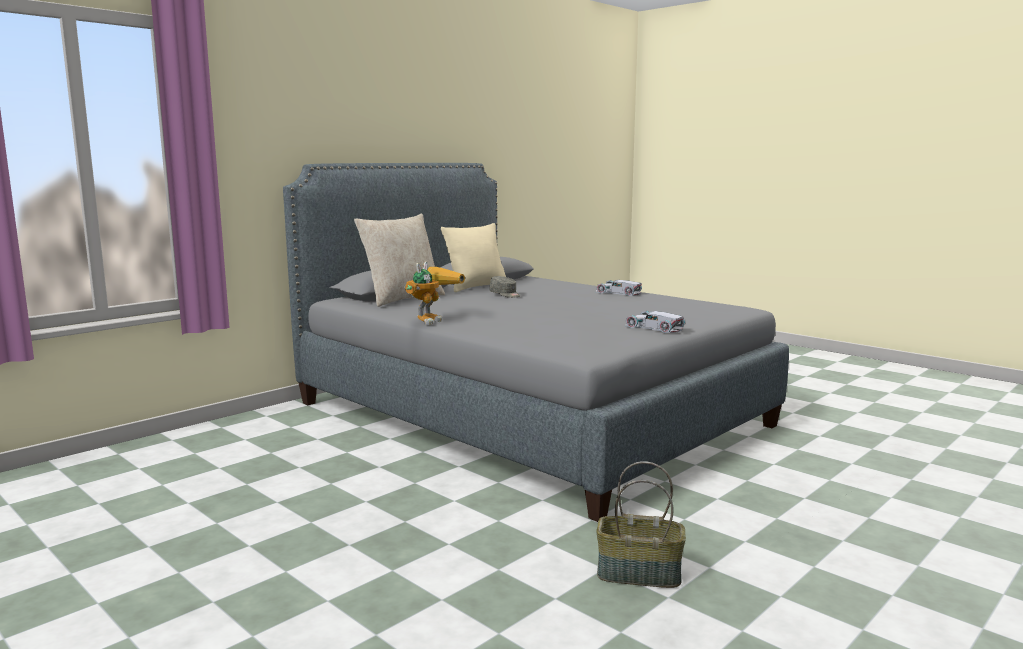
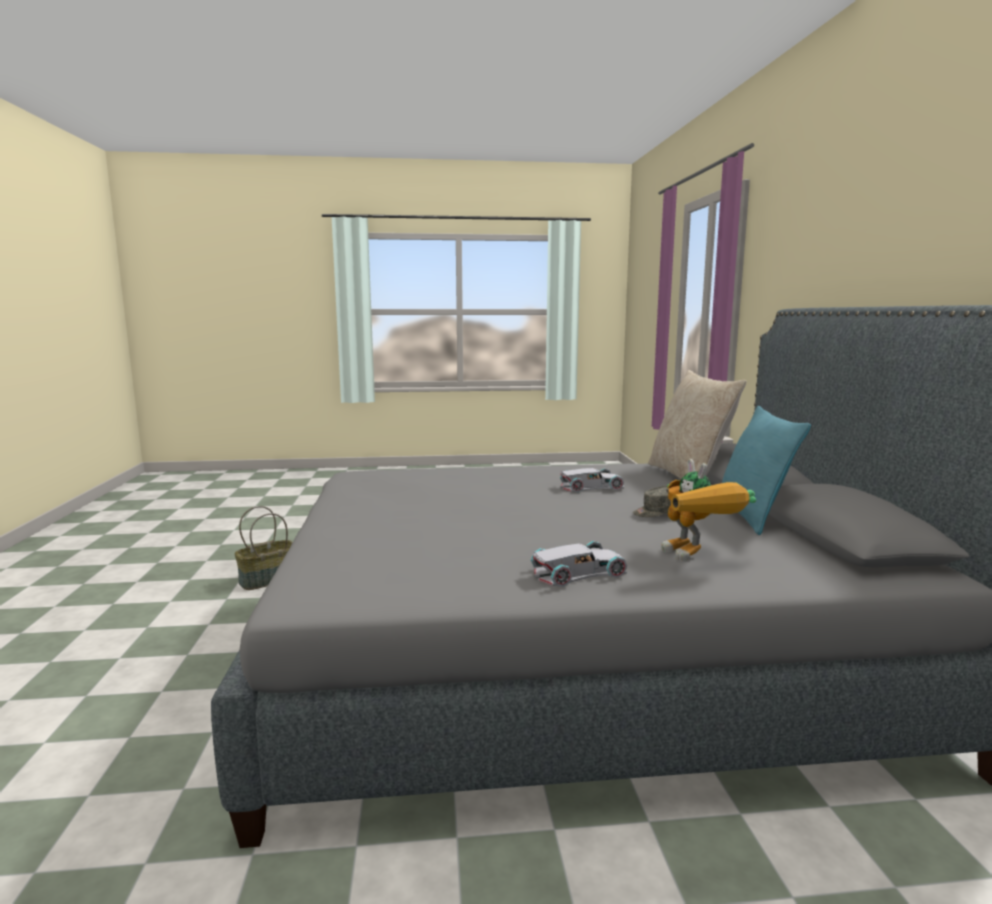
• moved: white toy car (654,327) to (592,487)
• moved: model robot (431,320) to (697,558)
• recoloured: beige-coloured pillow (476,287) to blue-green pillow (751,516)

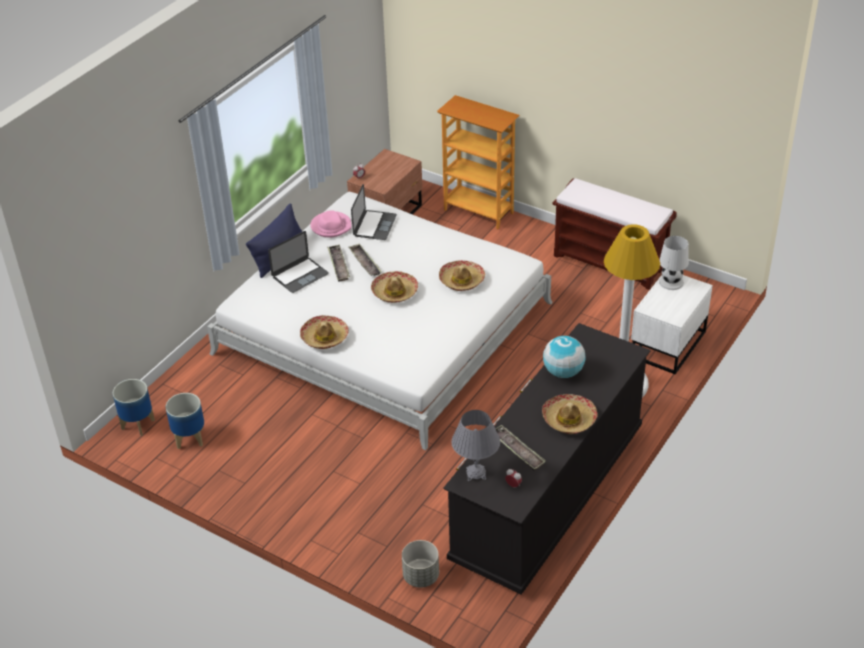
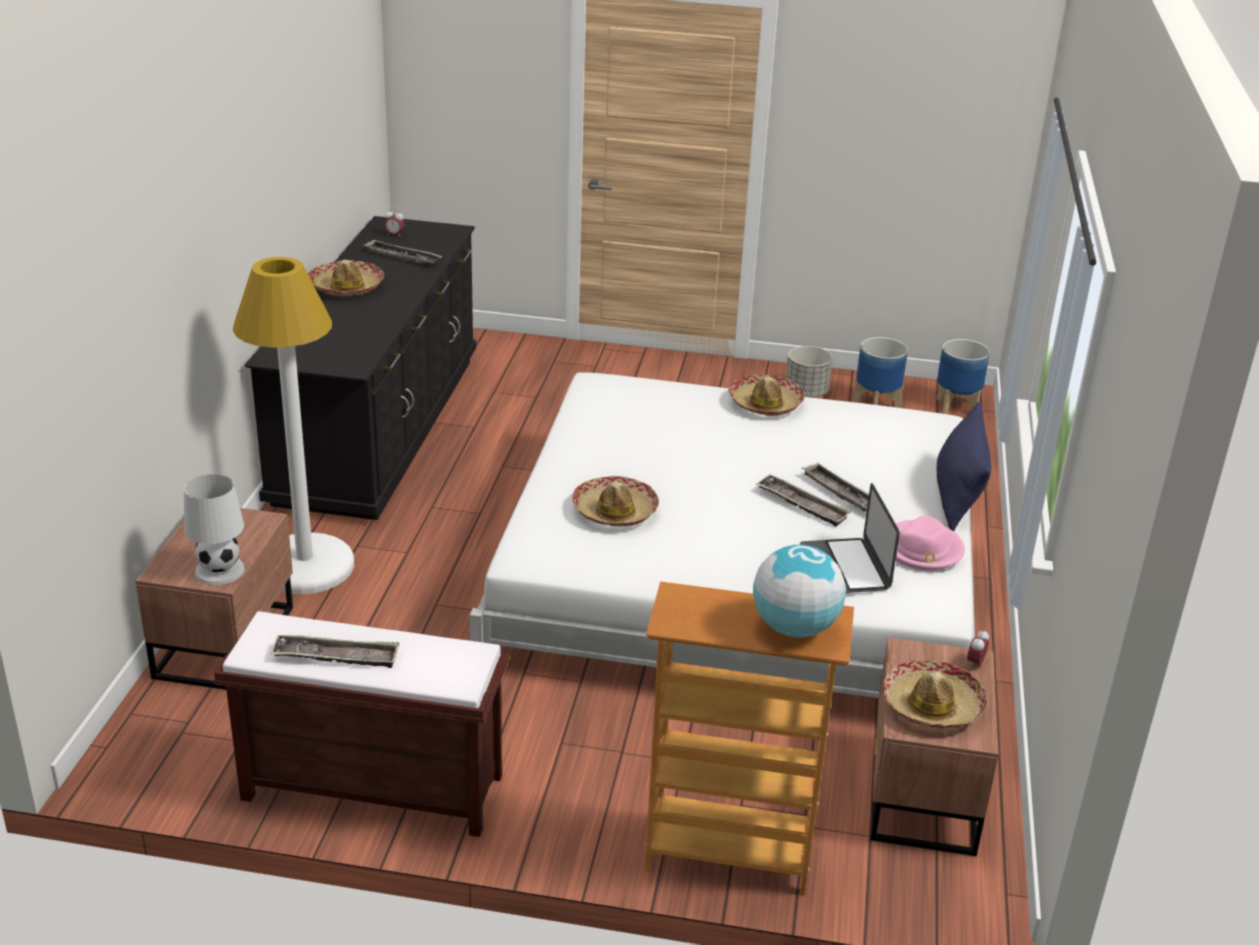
• recoloured: white bedside table (666,344) to brown-coloured bedside table (228,641)
• added: serving tray (336,657)
• moved: globe (563,372) to (794,628)
• moved: greyish flower pot (421,576) to (806,393)
• moved: wearable hat (394,292) to (932,705)
• removed: portable computer (300,275)
• removed: greyish table lamp (476,473)

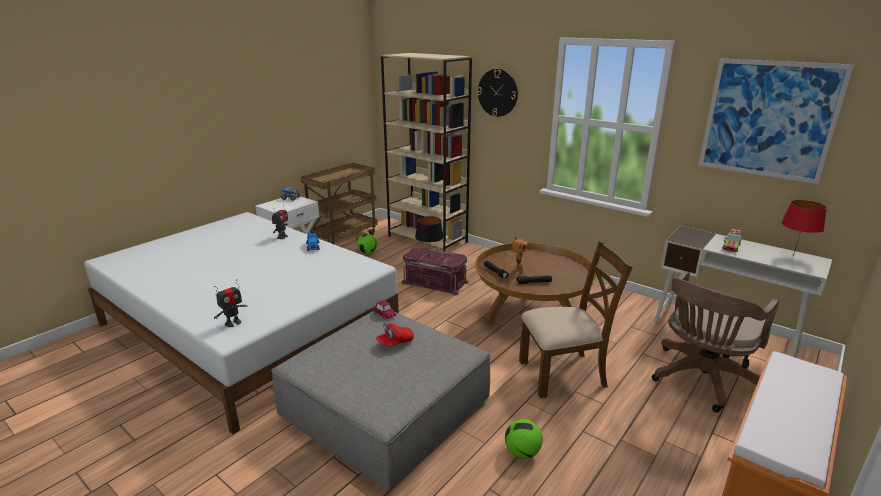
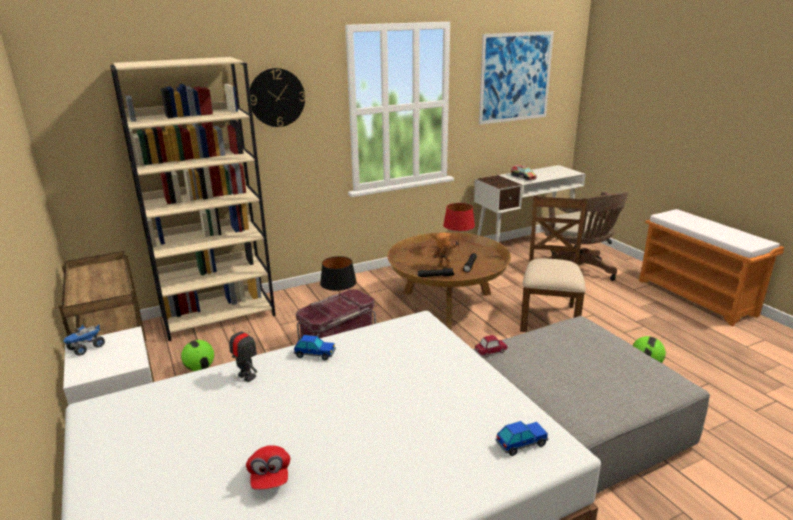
• moved: reddish cap (395,342) to (270,477)
• moved: reddish table lamp (792,255) to (458,251)
• replaced: model robot (233,323) to toy car (521,444)

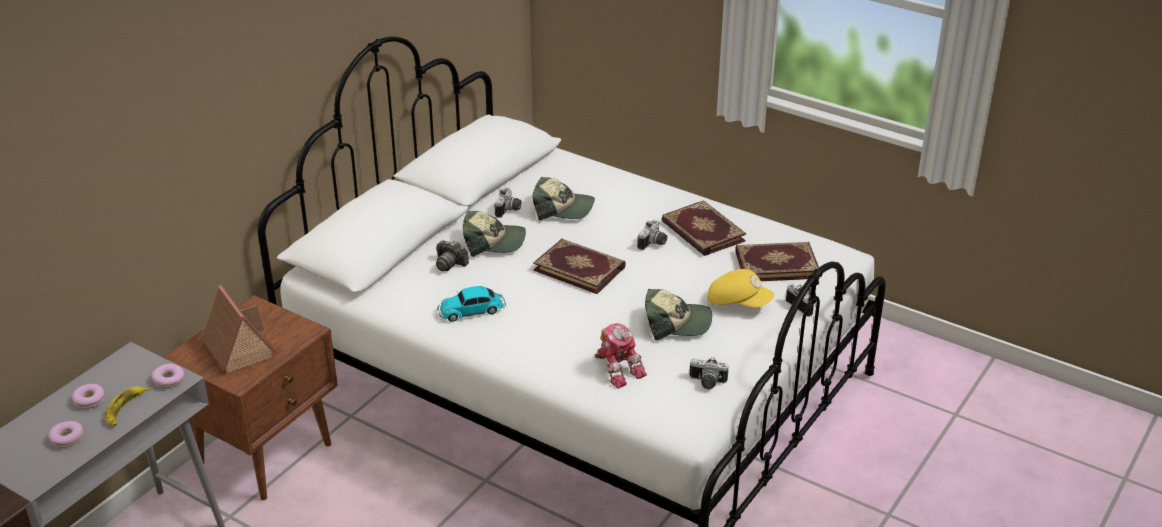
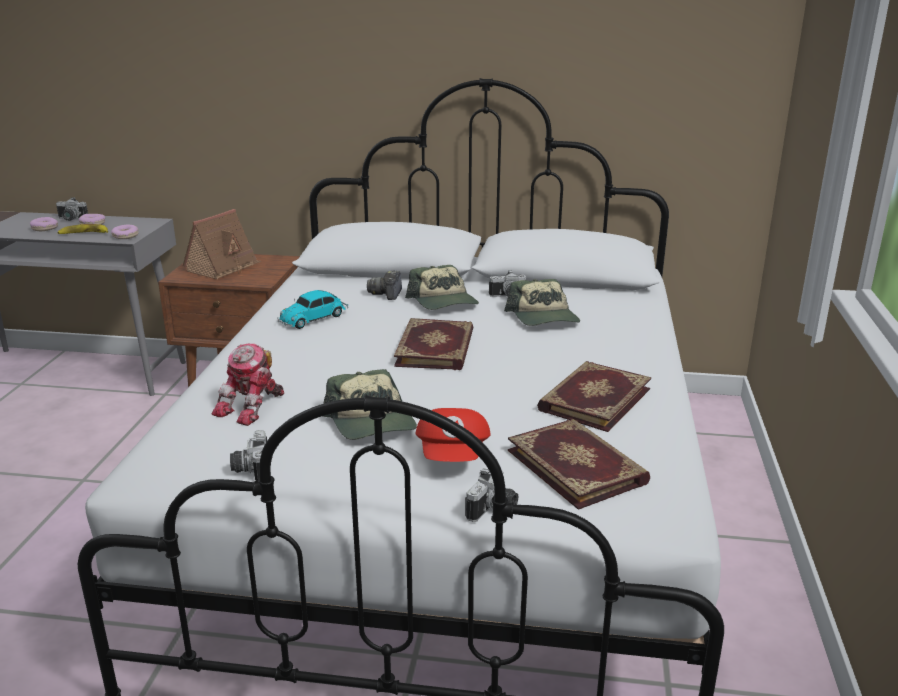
• moved: still camera (653,244) to (70,219)
• turned: toy car (473,310) = (314,318) 90 degrees counterclockwise
• recoloured: yellow cap (738,302) to reddish cap (454,455)

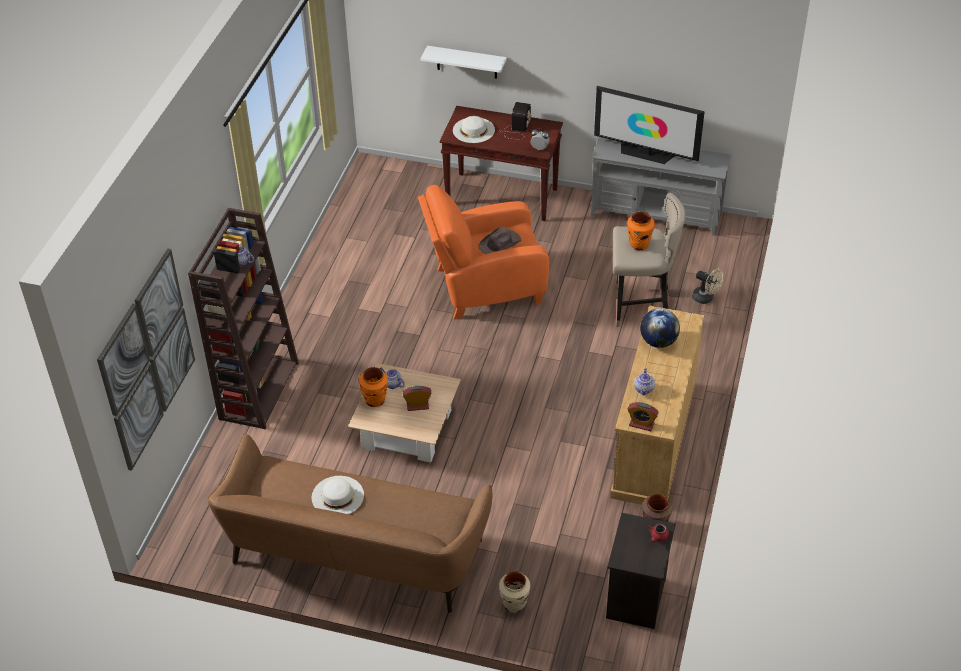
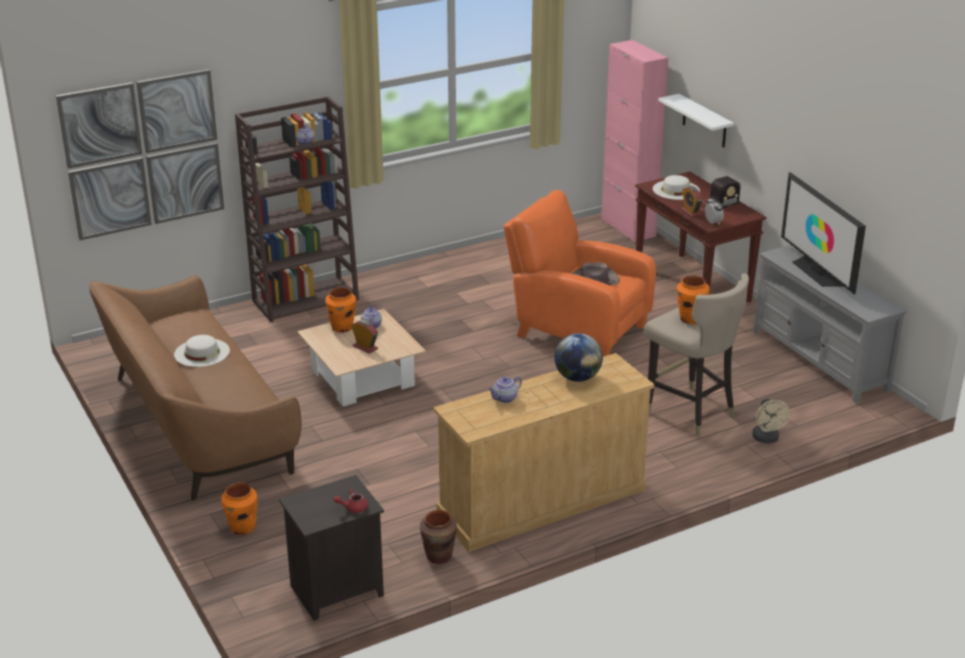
• recoloured: beige-coloured vase (514,604) to orange vase (242,528)
• added: pink cupboard (628,228)
• moved: bedside clock (641,424) to (691,212)

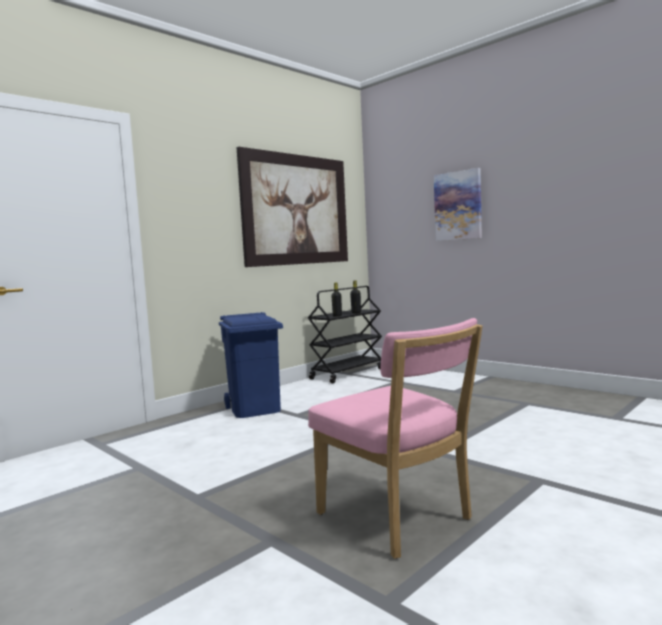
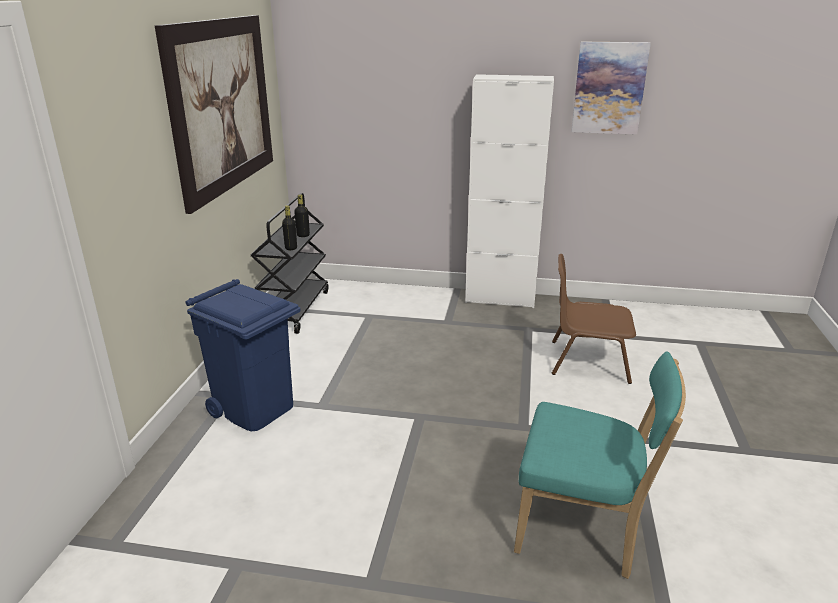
• added: white cupboard (500,298)
• recoloured: pink upright chair (398,519) to blue-green upright chair (583,530)
• added: brown-coloured upright chair (587,361)
• moved: picture (458,206) to (609,88)

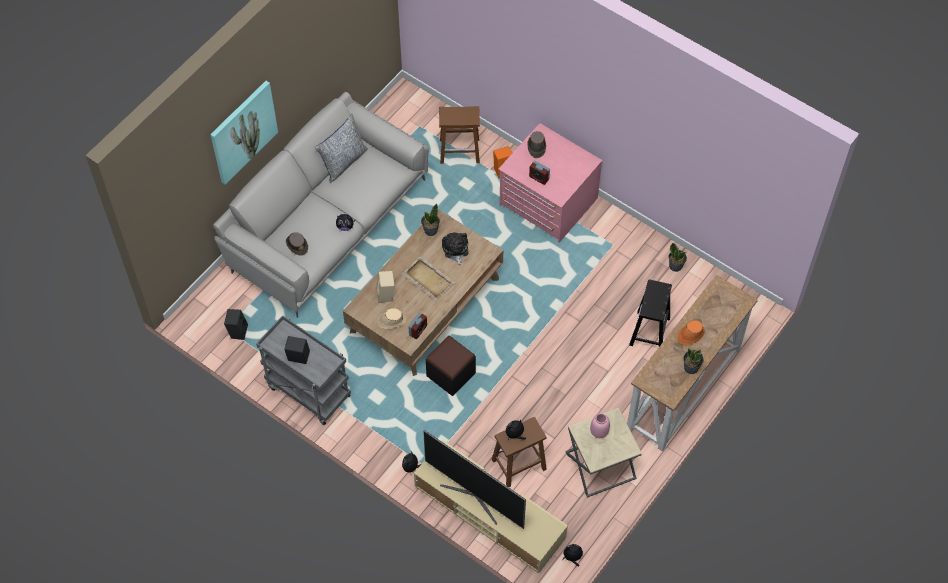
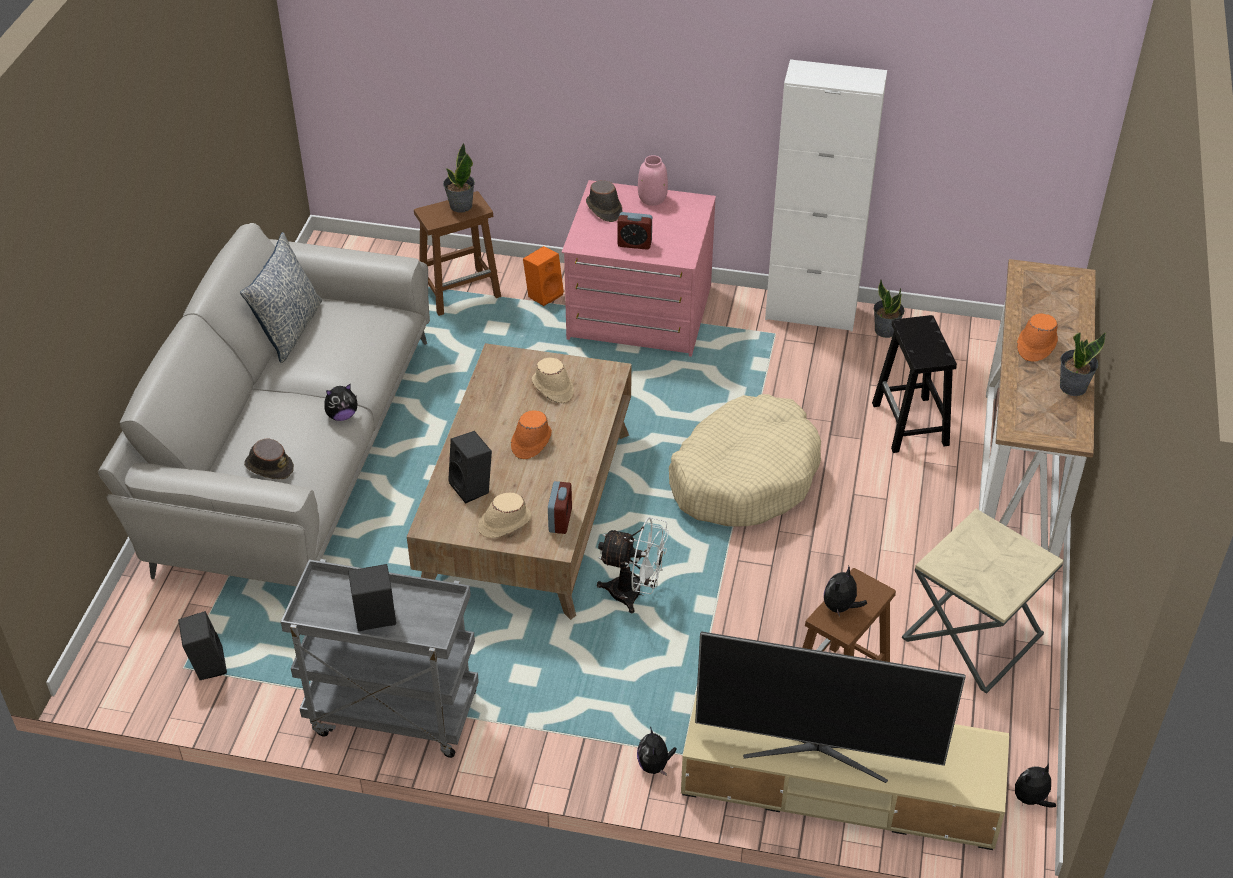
• moved: potted plant (430,230) to (460,206)
• recoloured: beige-coloured speaker (386,295) to blackish speaker (473,487)
• replaced: beige-coloured serving tray (427,279) to orange wearable hat (530,441)
• replaced: cuddly toy (455,250) to beige-coloured wearable hat (552,388)
• replaced: blackish ottoman (451,374) to white cooling fan (634,594)
• moved: pink vase (599,431) to (652,199)
• added: beige-coloured pet bed (744,476)
• added: white cupboard (811,313)
• removed: picture (242,131)

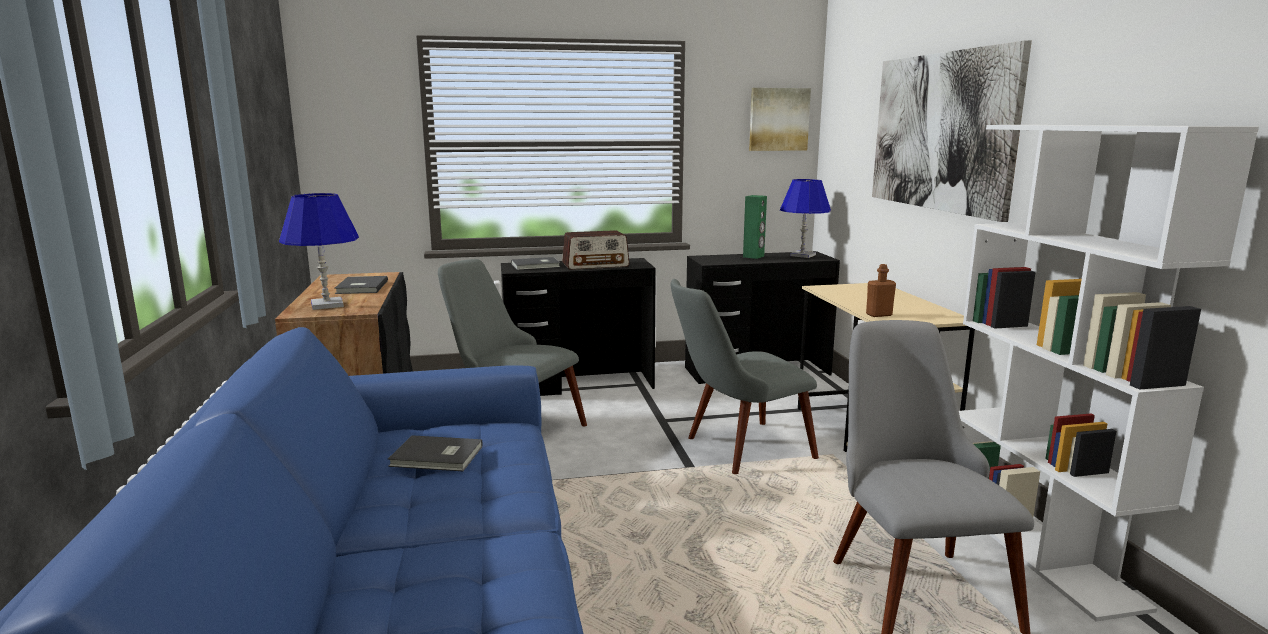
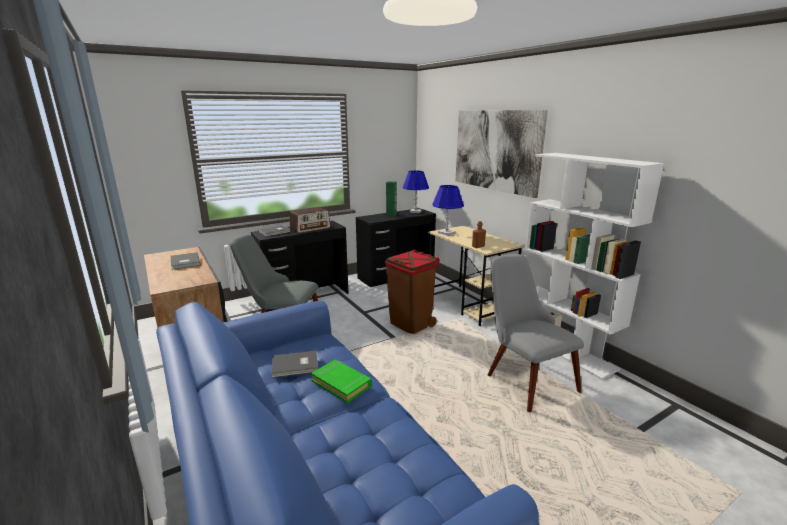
• added: green-coloured bound book (341,384)
• replaced: greyish upright chair (736,450) to brown-coloured waste bin (411,323)
• moved: bluish table lamp (327,305) to (446,233)
• removed: picture (778,119)

